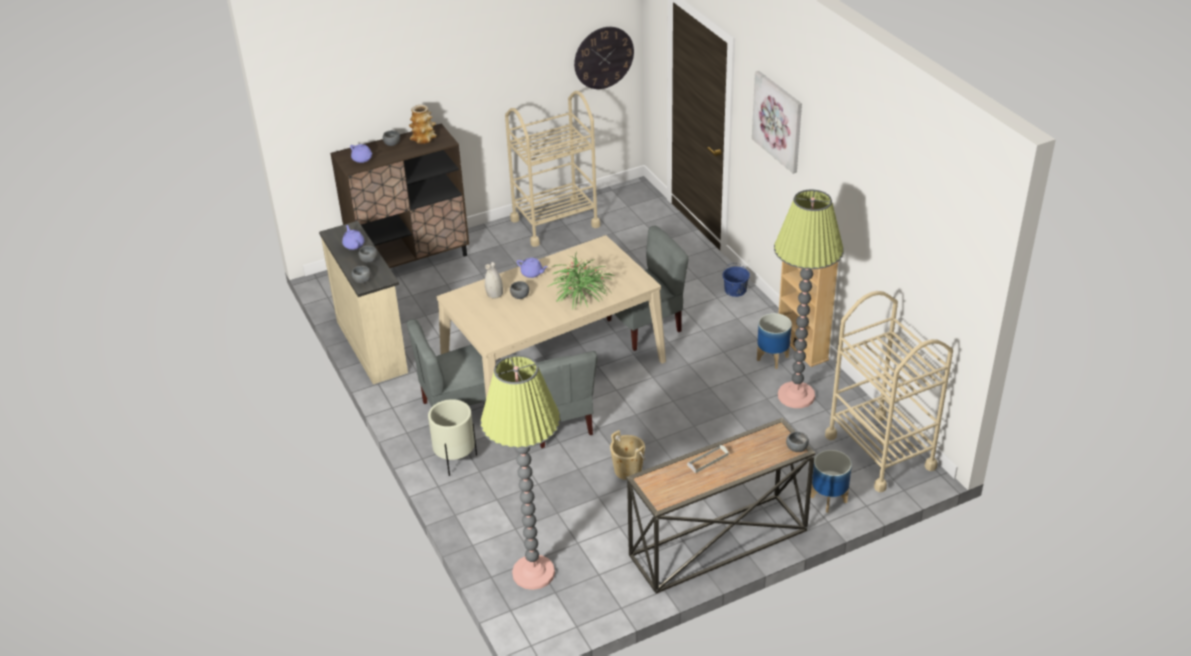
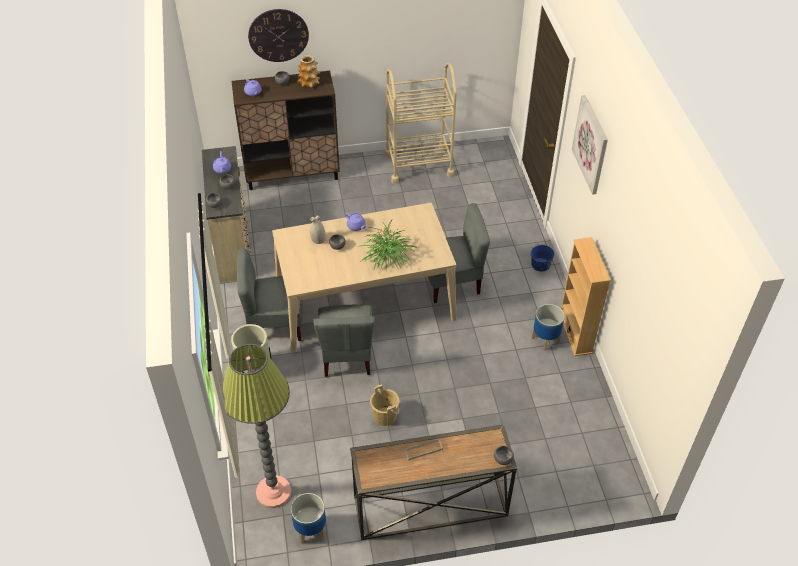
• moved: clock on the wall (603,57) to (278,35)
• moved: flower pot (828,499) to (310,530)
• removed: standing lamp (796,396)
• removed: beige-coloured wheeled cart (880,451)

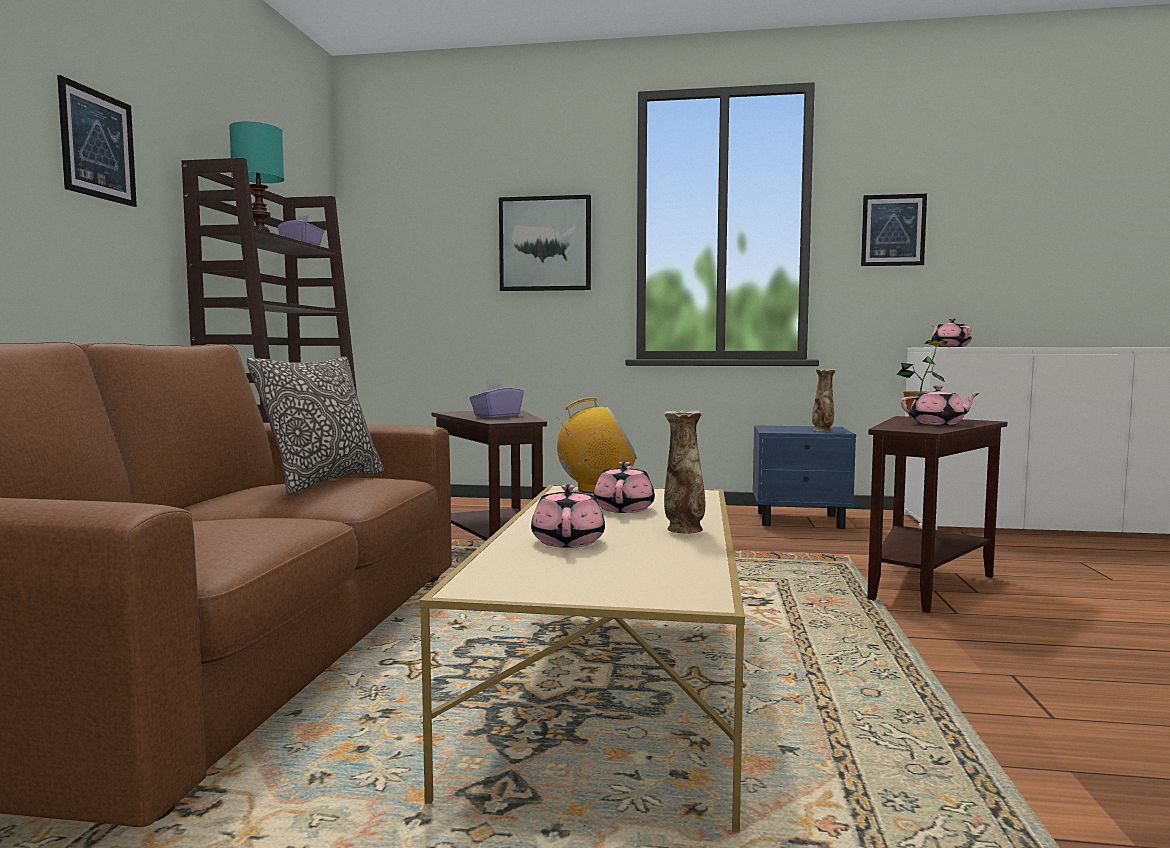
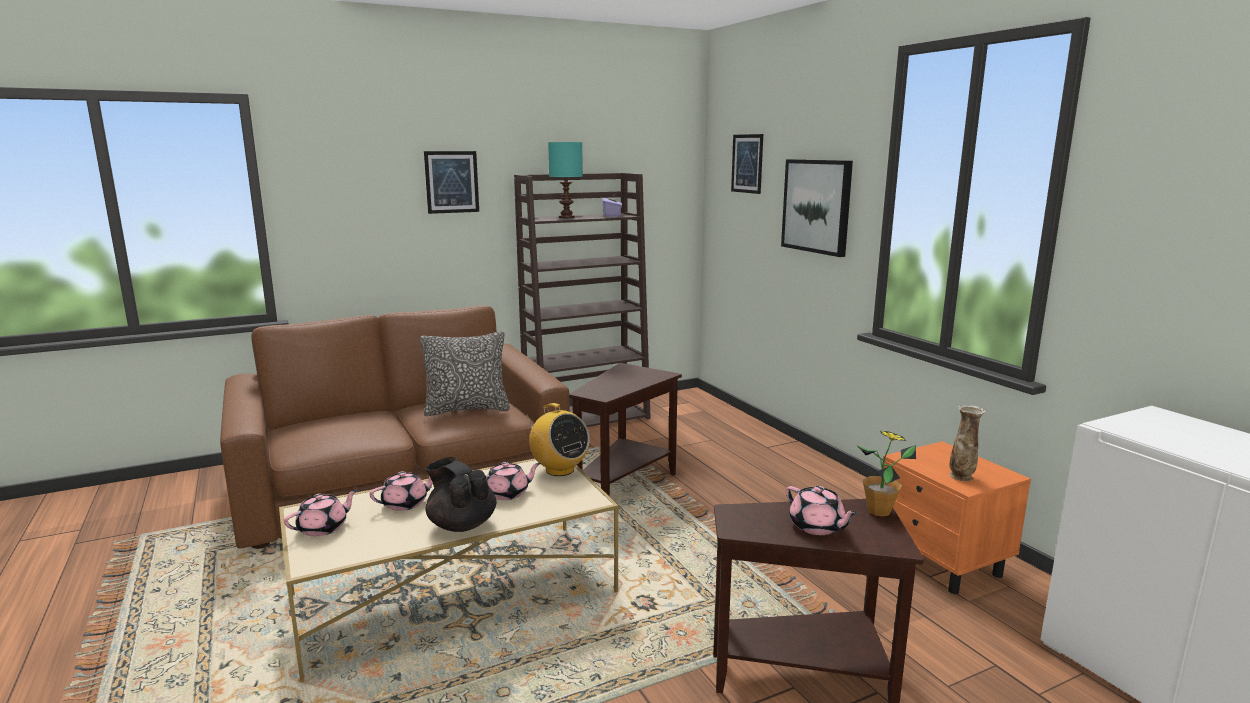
• moved: pink teapot (950,346) to (323,528)
• replaced: vase (683,529) to blackish teapot (461,524)
• moved: picture (893,230) to (747,163)
• recoloured: bluish bedside table (801,520) to orange bedside table (942,563)
• removed: purplish box of tissues (496,416)

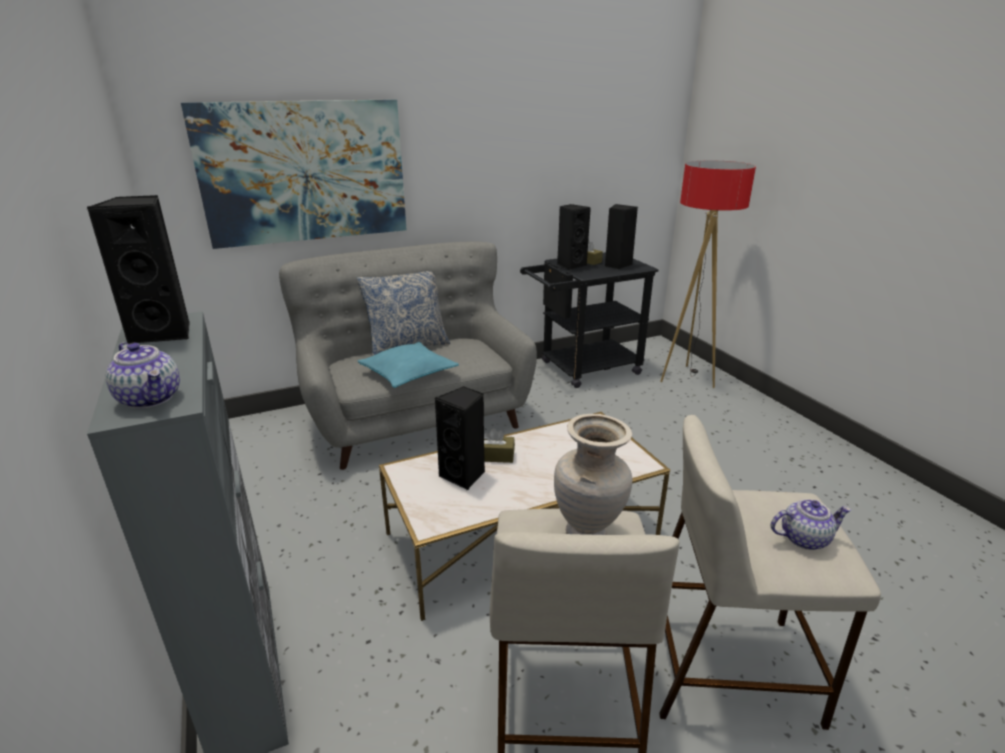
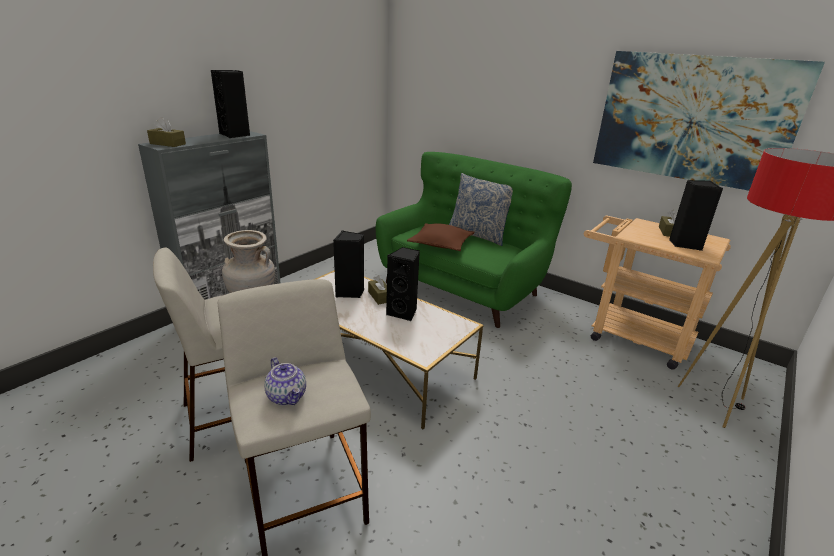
• replaced: teapot (151,398) to brown-coloured box of tissues (167,144)
• recoloured: greyish sofa (417,417) to green-coloured sofa (463,287)
• moved: blackish speaker (570,265) to (403,312)
• recoloured: blue-green pillow (408,373) to brown-coloured pillow (441,244)
• recoloured: blackish wheeled cart (583,369) to beige-coloured wheeled cart (630,335)
• moved: picture (305,172) to (692,119)

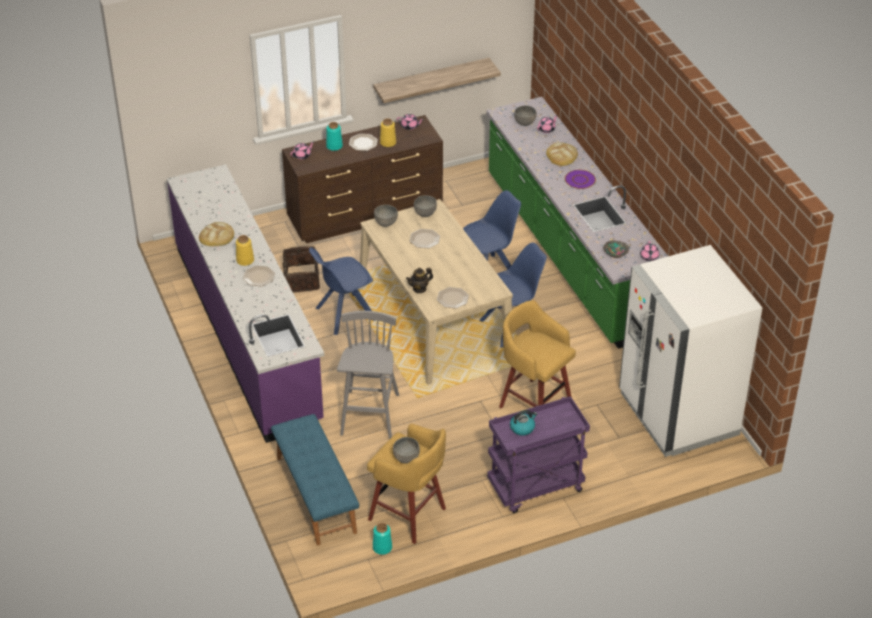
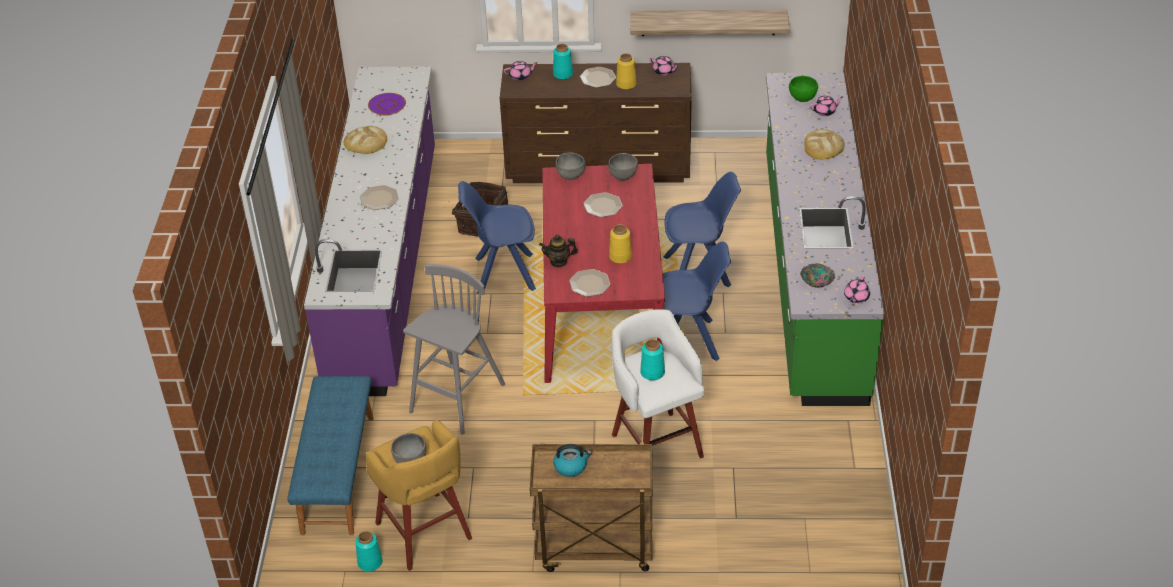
• moved: purplish dinner plate (580,180) to (386,105)
• recoloured: purplish wheeled cart (535,488) to brown-coloured wheeled cart (593,549)
• recoloured: beige-coloured kitchen table (434,318) to reddish kitchen table (602,306)
• moved: yellow vase (245,260) to (620,257)
• recoloured: yellow sitting stool (534,404) to white sitting stool (656,443)
• added: blue-green vase (653,372)
• recoloured: greyish serving bowl (525,123) to green-coloured serving bowl (803,98)
• removed: white fridge (678,414)

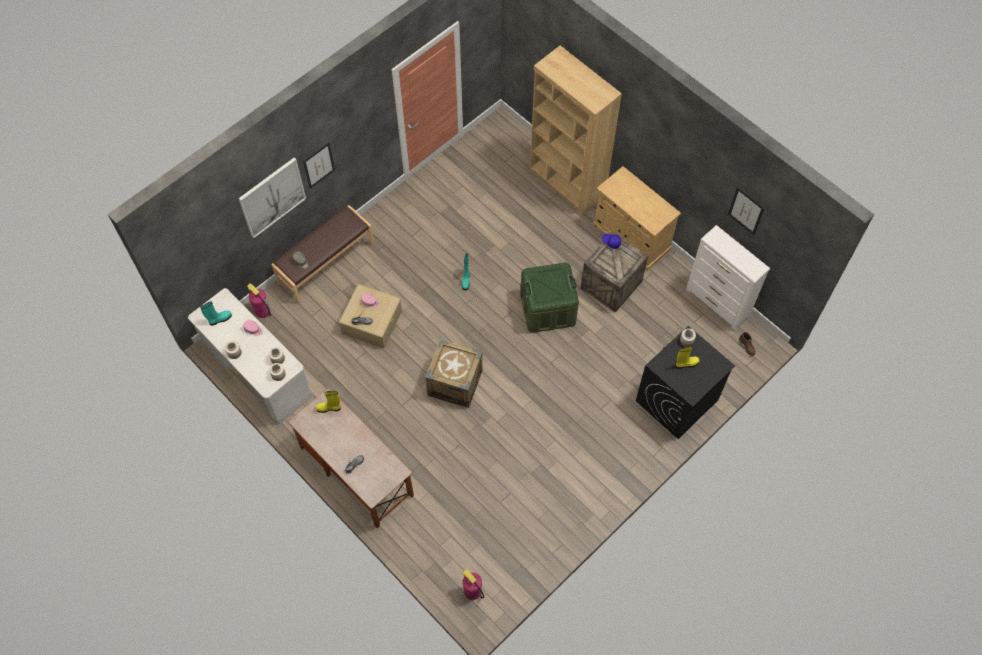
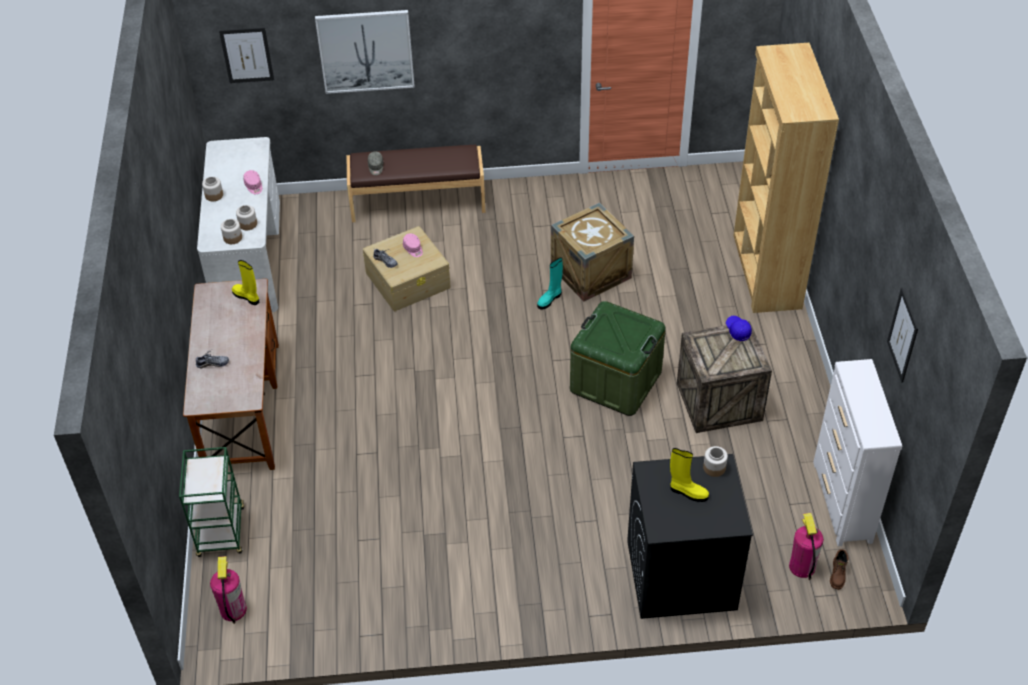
• added: green-coloured wheeled cart (221,533)
• moved: picture (319,165) to (247,55)
• moved: shipping crate (455,382) to (590,272)
• moved: fire extinguisher (262,311) to (802,566)
• removed: blue-green boot (219,319)
• removed: beige-coloured cupboard (631,238)

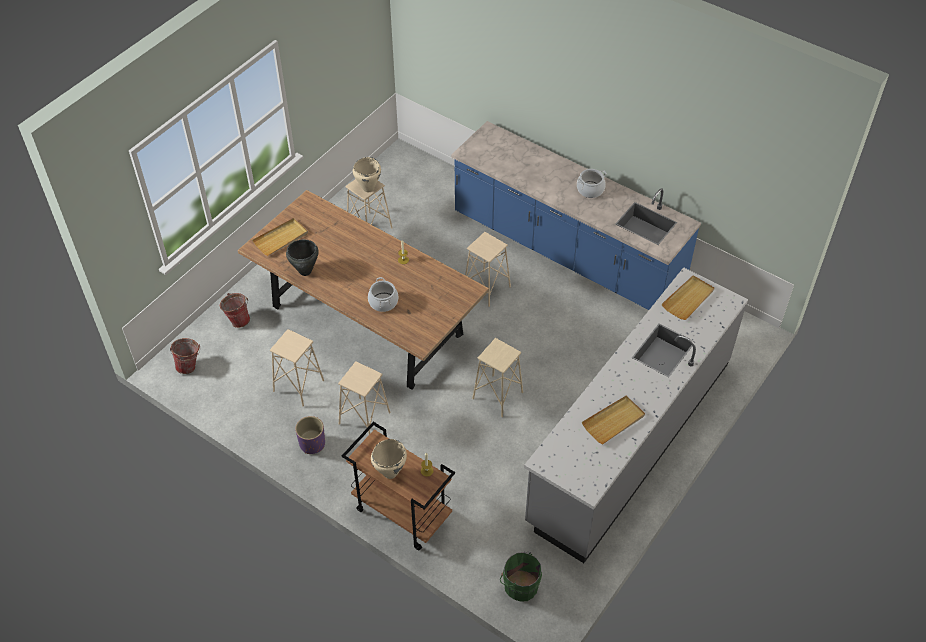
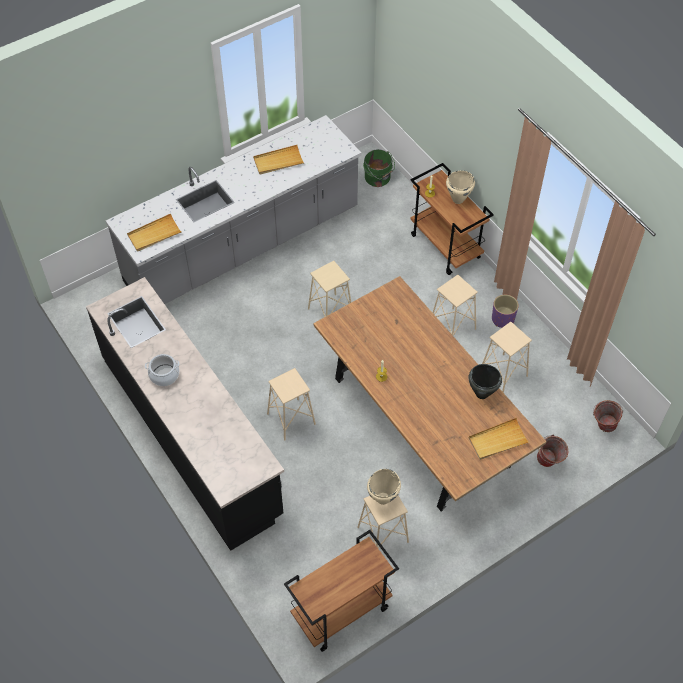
• recoloured: bluish kitchen base unit (566,252) to blackish kitchen base unit (191,435)
• added: brown-coloured wheeled cart (341,612)
• removed: saucepot (383,302)

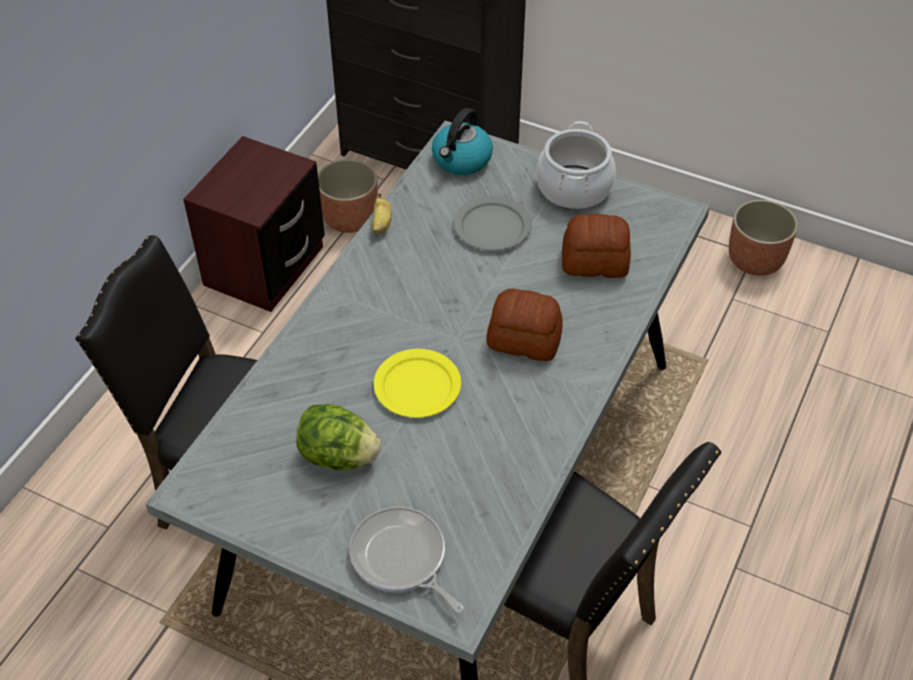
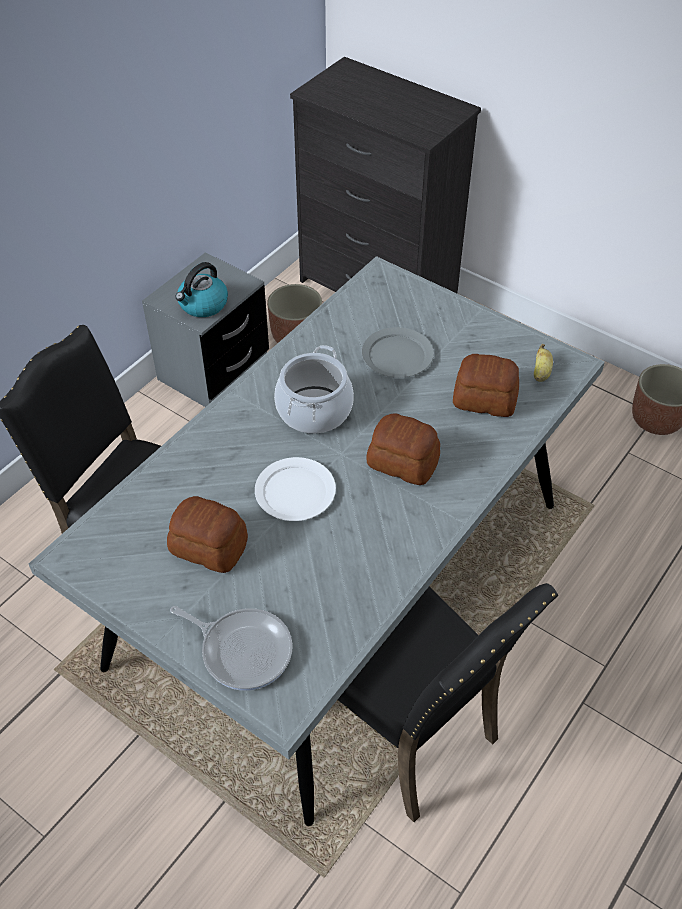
• recoloured: brown-coloured bedside table (265,266) to greyish bedside table (213,370)
• replaced: head of lettuce (338,456) to baked bread (209,546)
• turned: skillet (401,559) = (243,650) 150 degrees clockwise
• moved: kettle (461,160) to (203,305)
• recoloured: yellow dinner plate (416,386) to white dinner plate (294,491)
• moved: saucepot (573,188) to (314,410)
• moved: banana fruit (381,224) to (541,373)

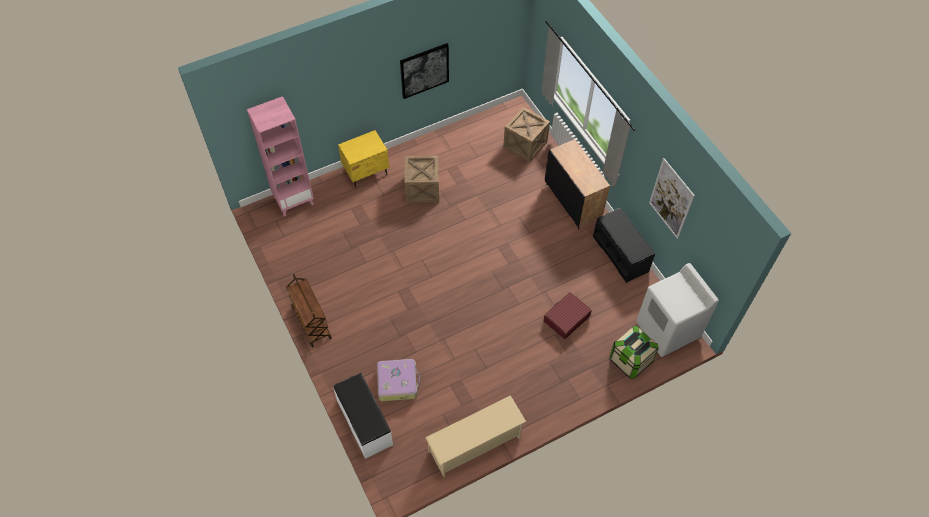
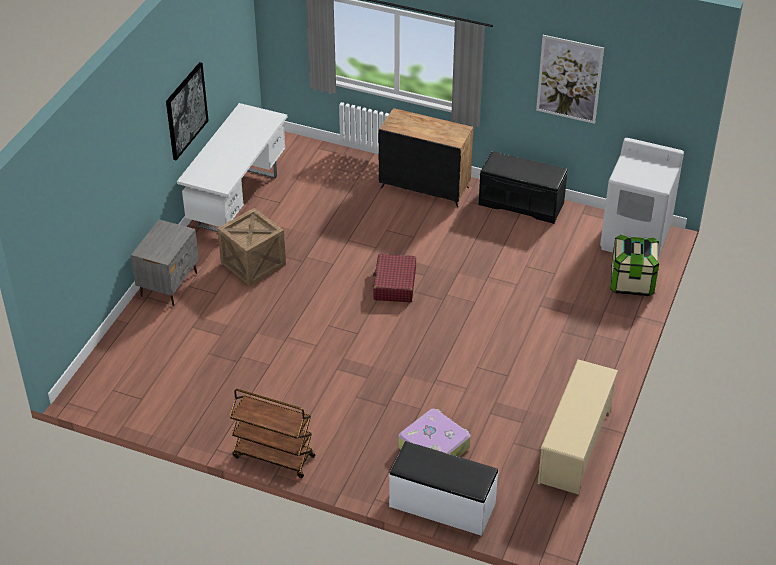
• recoloured: yellow bedside table (366,172) to greyish bedside table (169,284)
• added: white desk table (237,200)
• moved: reddish piece of luggage (566,318) to (394,285)
• removed: pink bookcase (294,200)
• removed: shipping crate (525,144)

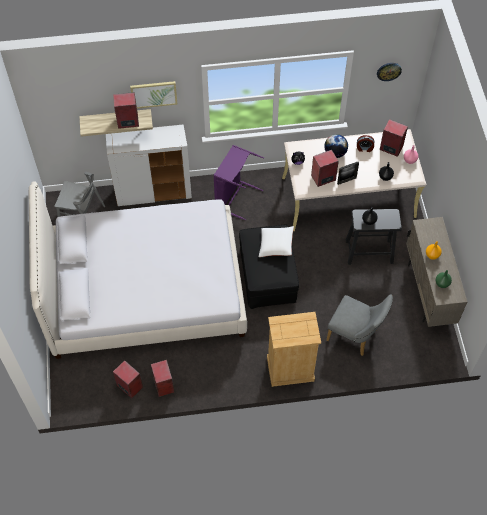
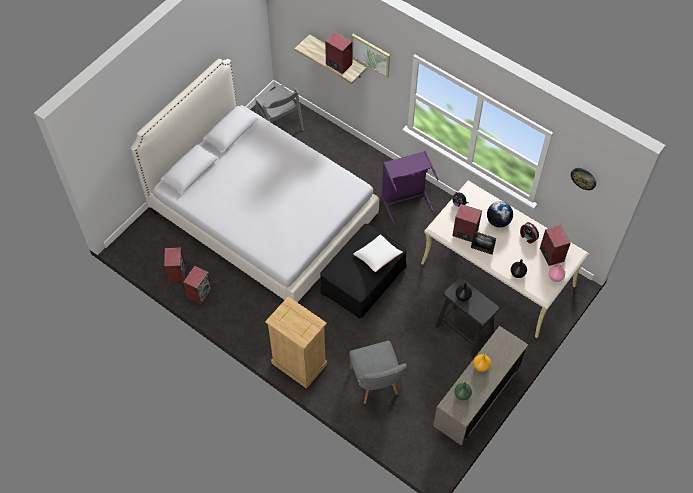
• removed: white cupboard (154,192)

